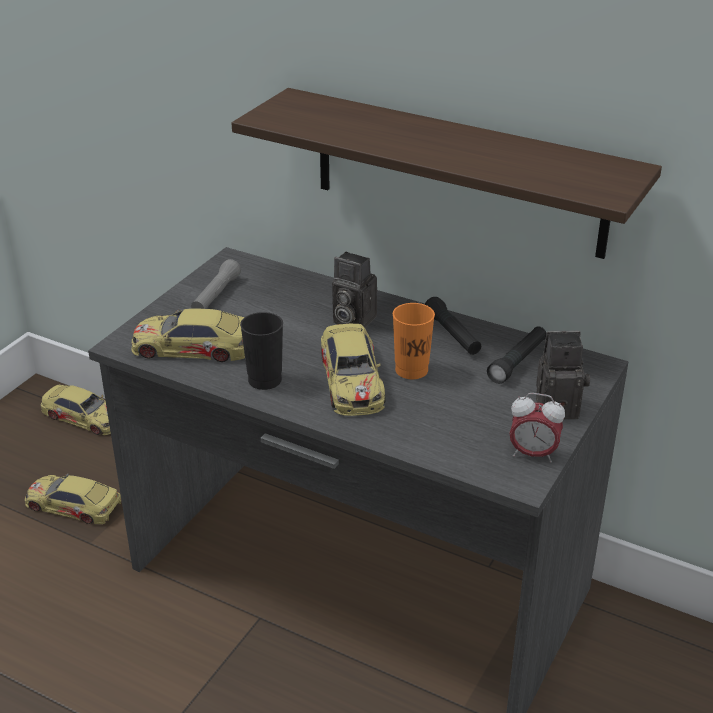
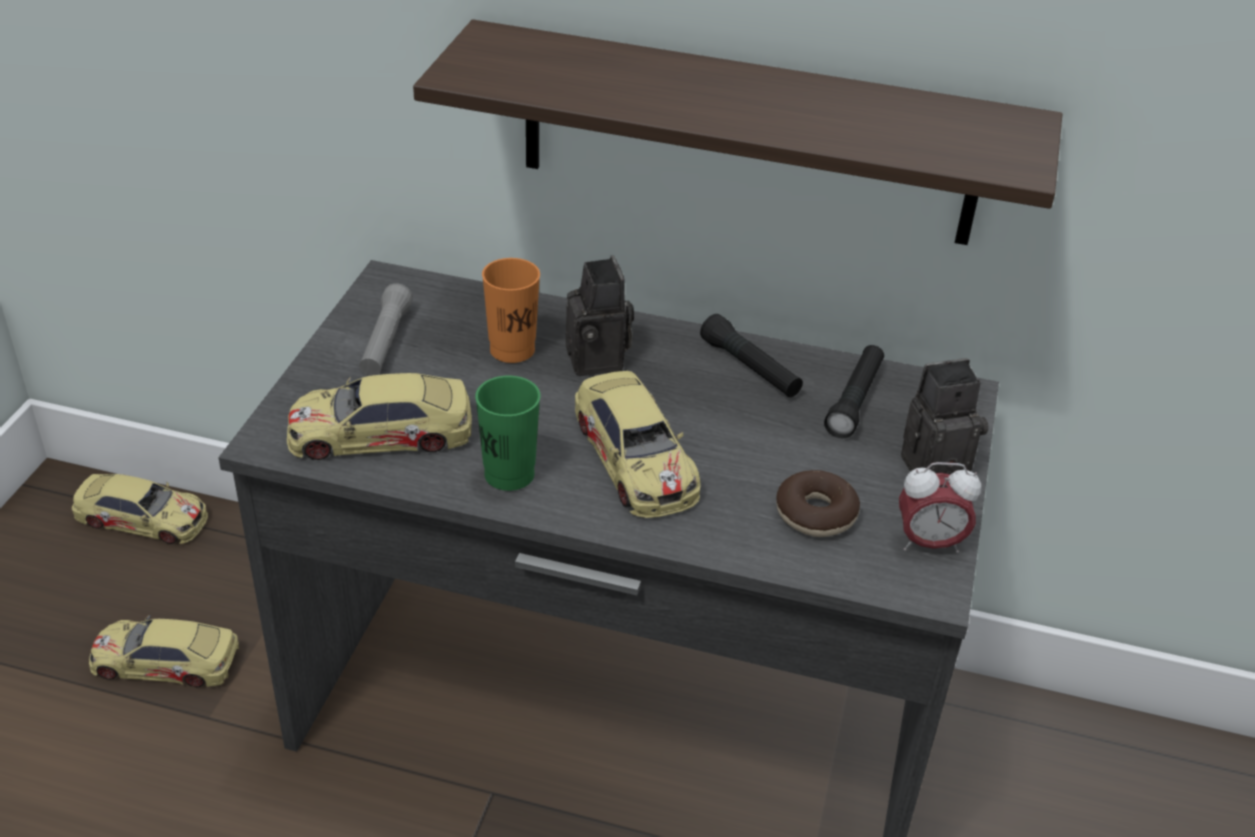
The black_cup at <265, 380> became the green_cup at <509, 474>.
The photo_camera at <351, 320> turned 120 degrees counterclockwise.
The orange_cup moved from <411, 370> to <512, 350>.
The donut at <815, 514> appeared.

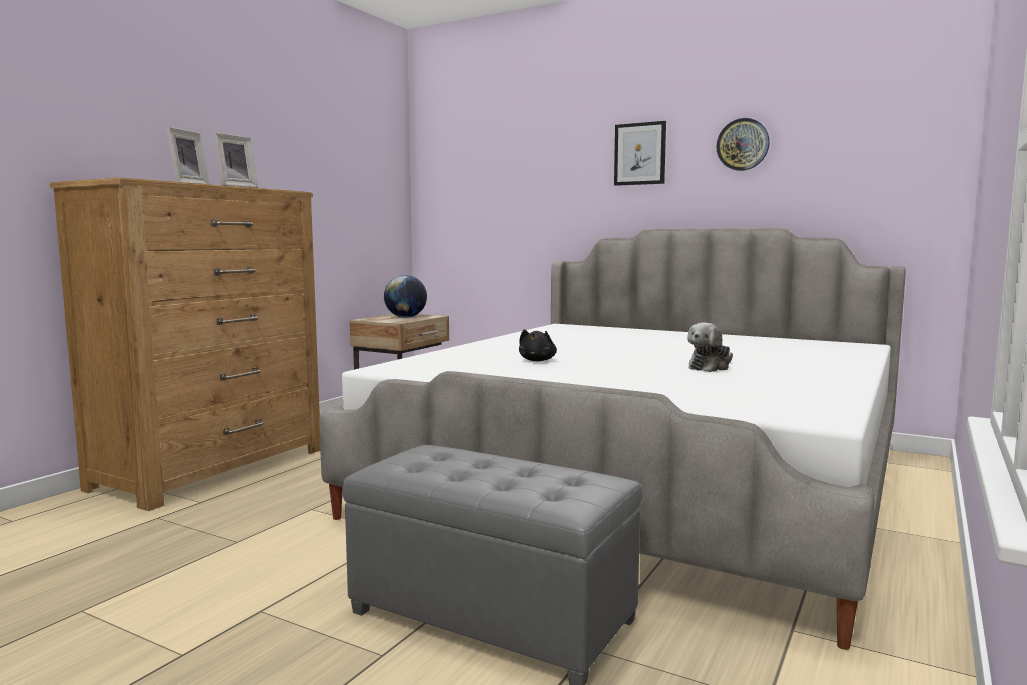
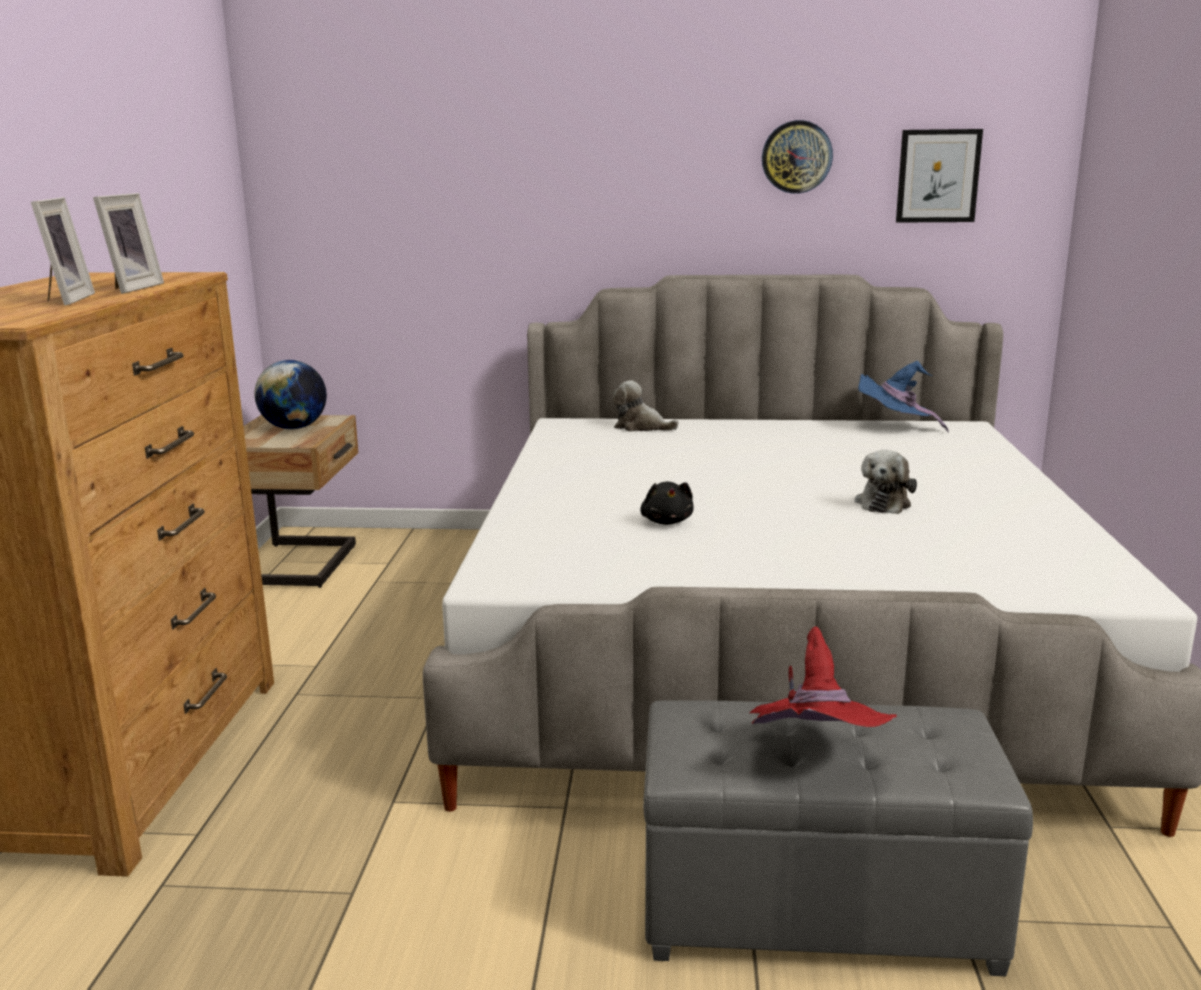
The picture moved from <640, 154> to <938, 176>.
The plush_toy at <641, 427> appeared.
The red_hat at <814, 758> appeared.
The blue_hat at <895, 428> appeared.

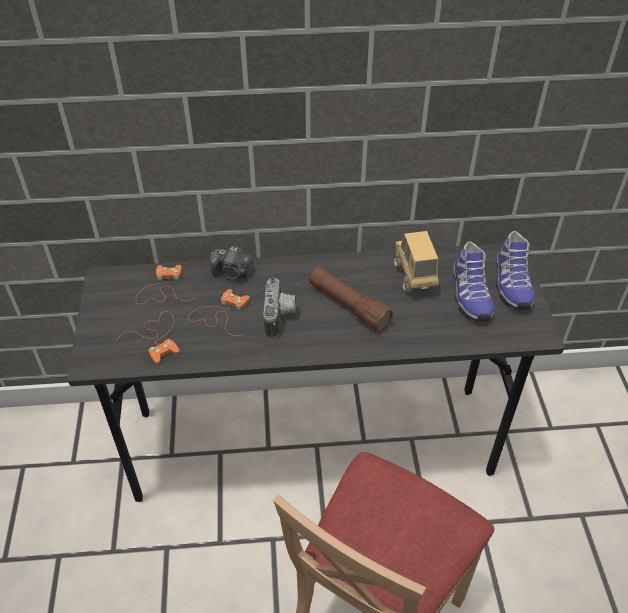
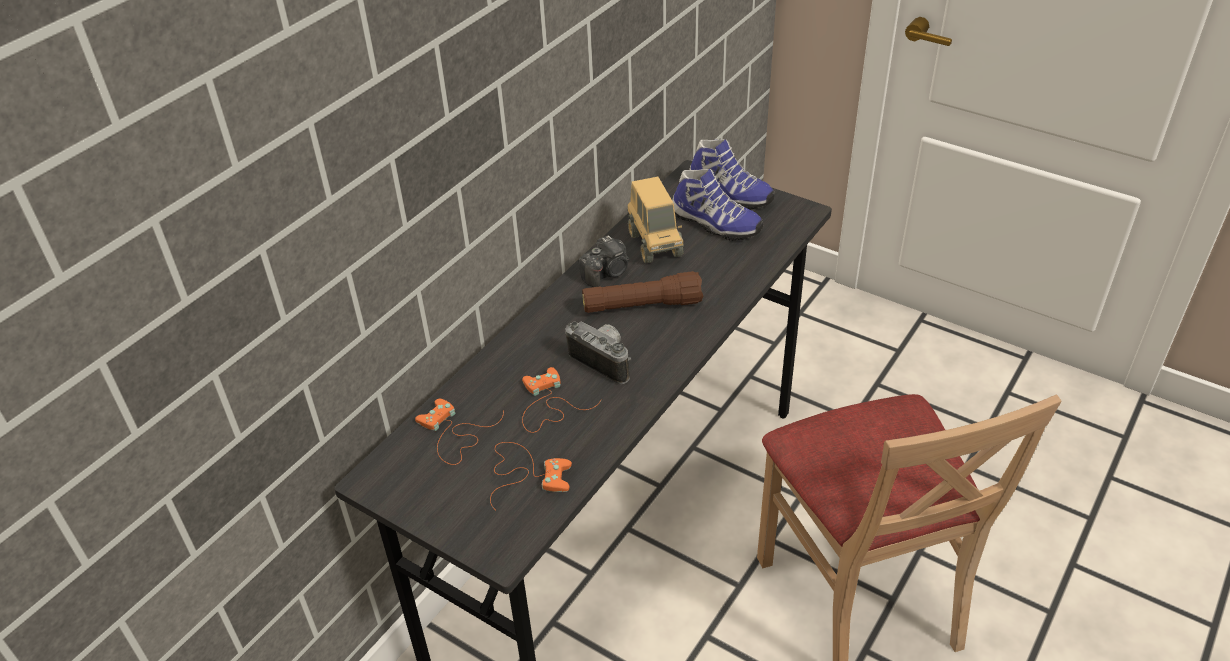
The photo_camera moved from <232, 273> to <607, 273>.
The toy_truck at <414, 277> turned 135 degrees counterclockwise.

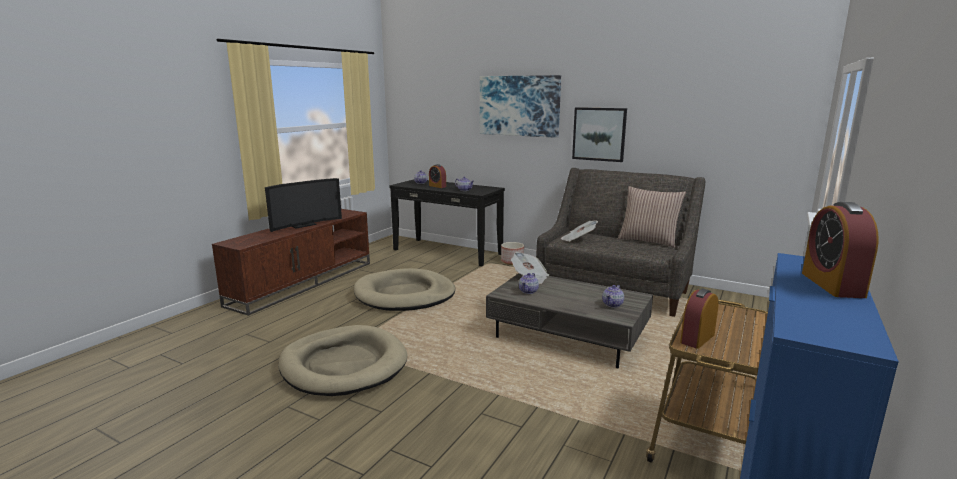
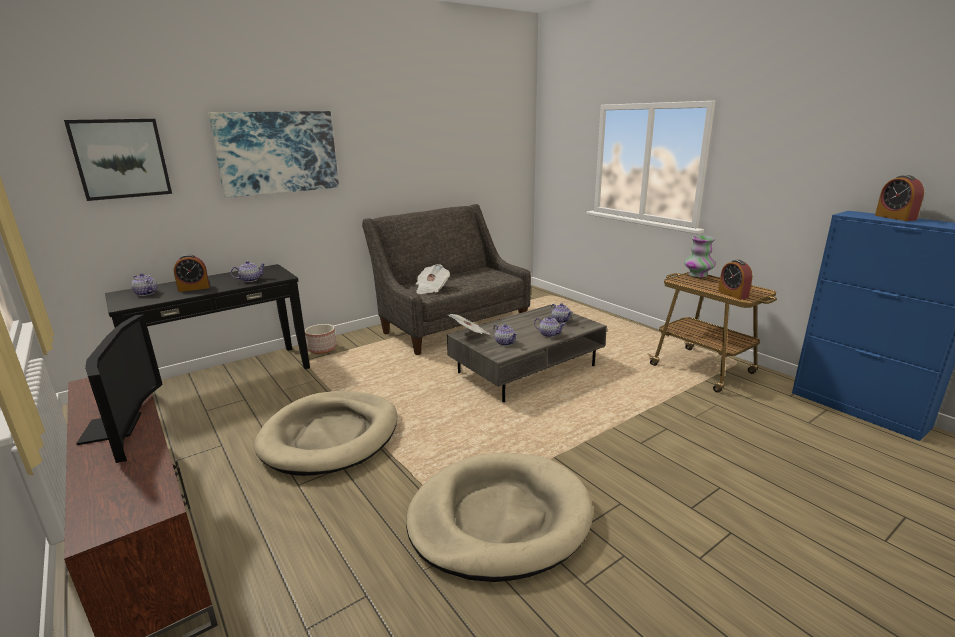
The picture moved from <599, 134> to <121, 158>.
The pillow at <648, 241> disappeared.
The alarm_clock at <832, 284> turned 45 degrees clockwise.
The teapot at <549, 334> appeared.
The vase at <698, 275> appeared.

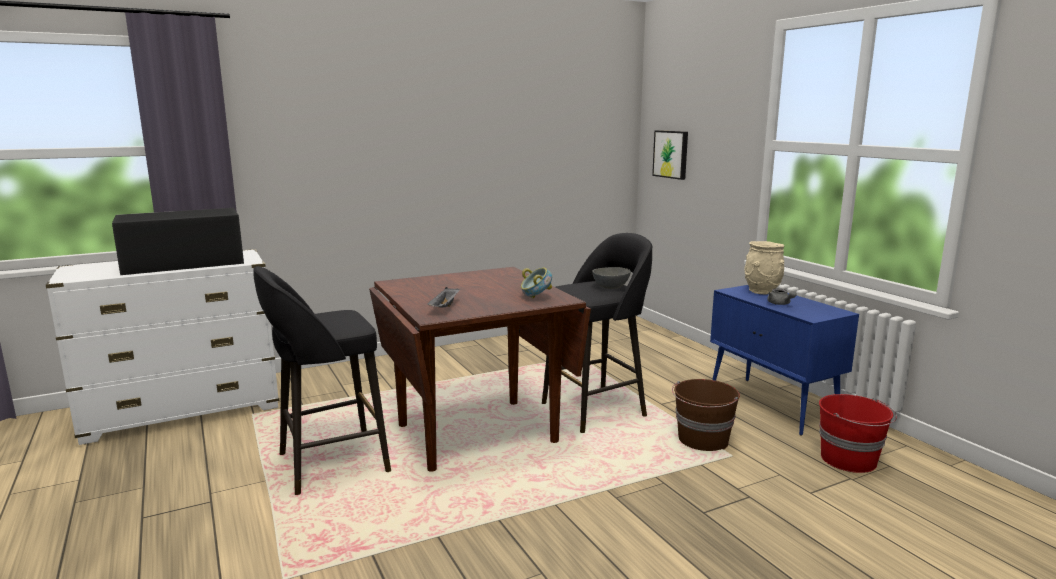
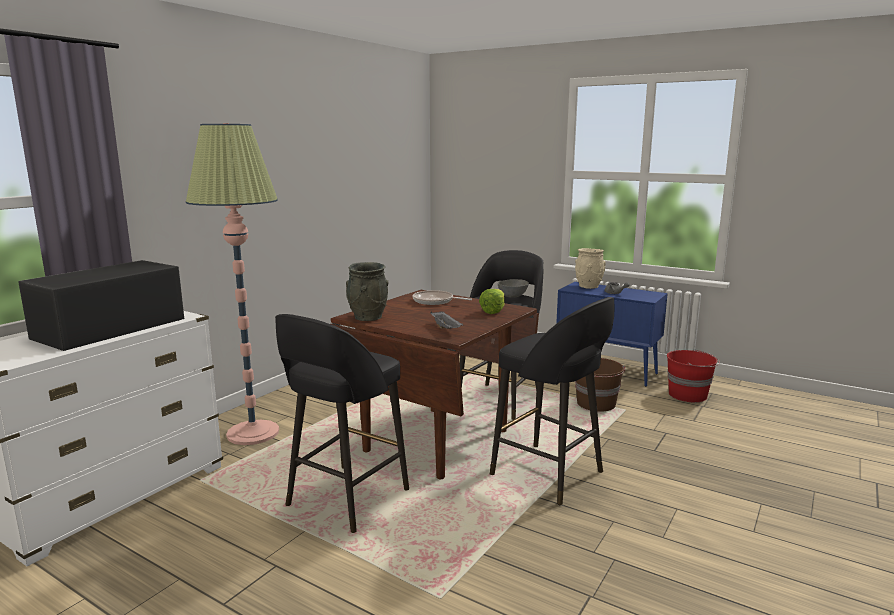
The bowl at <536, 297> was replaced by the lettuce at <495, 310>.
The picture at <671, 154> disappeared.
The floor_lamp at <253, 433> appeared.
The grey_vase at <367, 317> appeared.
The frying_pan at <435, 301> appeared.
The black_stool at <549, 475> appeared.

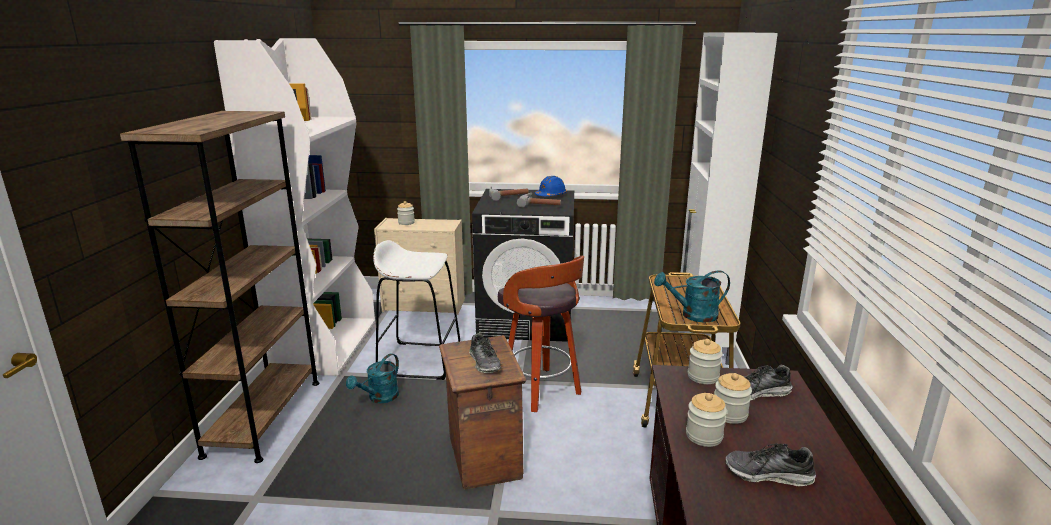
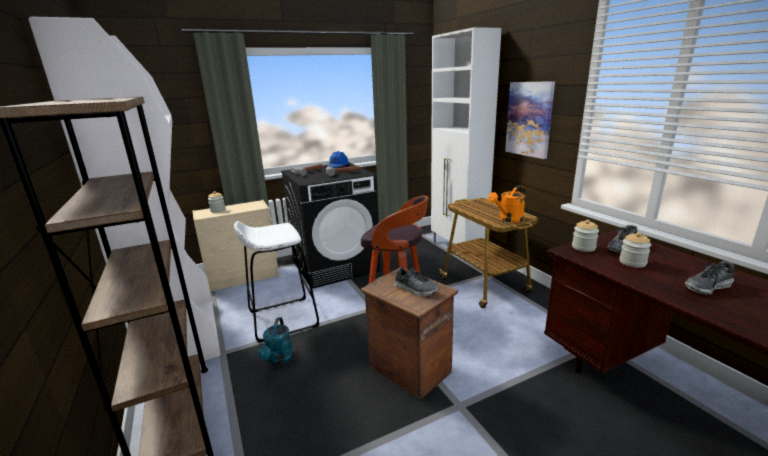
The turquoise_watering_can at <693, 315> became the orange_watering_can at <508, 219>.
The jar at <704, 436> disappeared.
The picture at <529, 119> appeared.

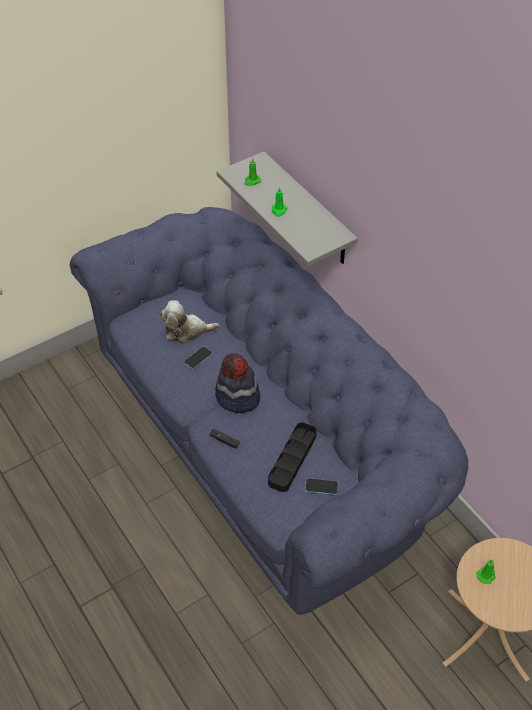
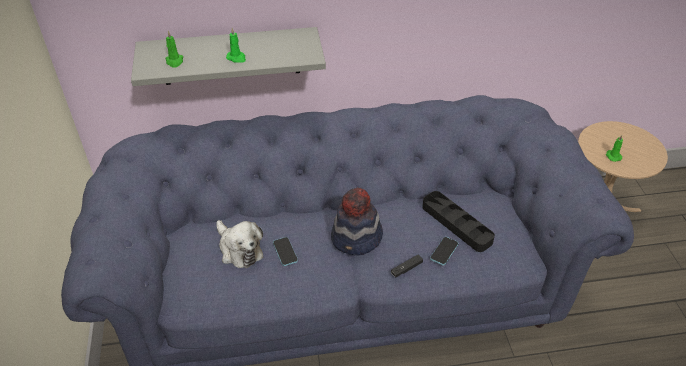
The plush_toy at <186, 331> turned 60 degrees counterclockwise.
The phone moved from <321, 487> to <444, 251>.

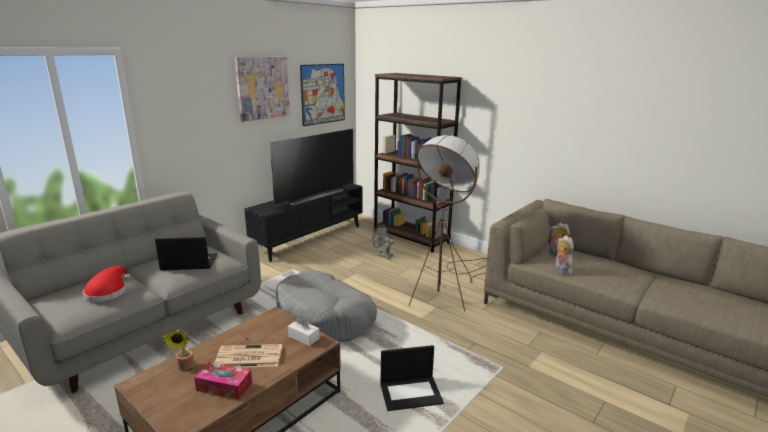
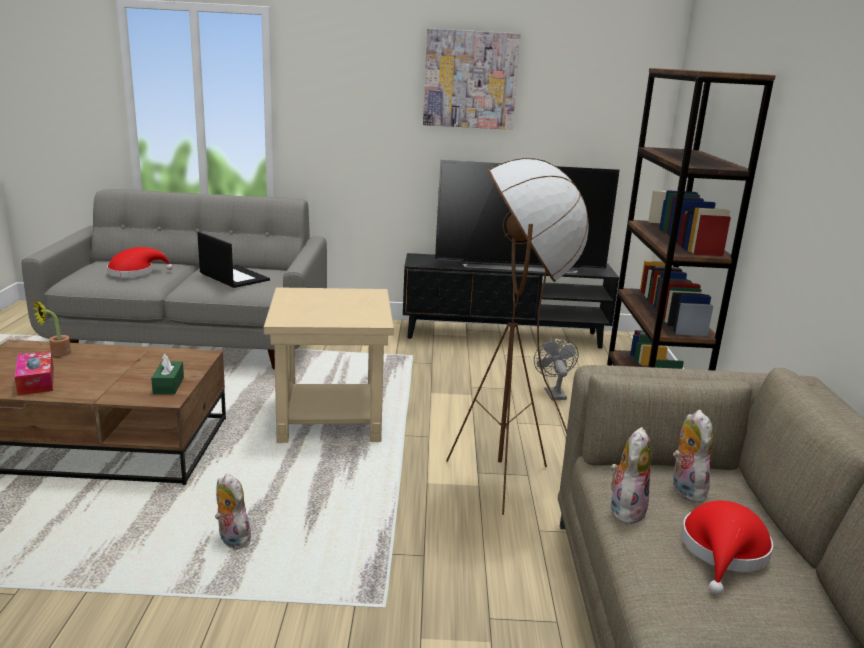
The newspaper at <248, 357> disappeared.
The grey_dog_bed at <324, 318> was replaced by the beige_side_table at <329, 417>.
The white_tissue_box at <303, 337> became the green_tissue_box at <168, 385>.
The picture at <323, 94> disappeared.
The laptop at <411, 393> was replaced by the plush_toy at <231, 539>.
The red_hat at <723, 552> appeared.

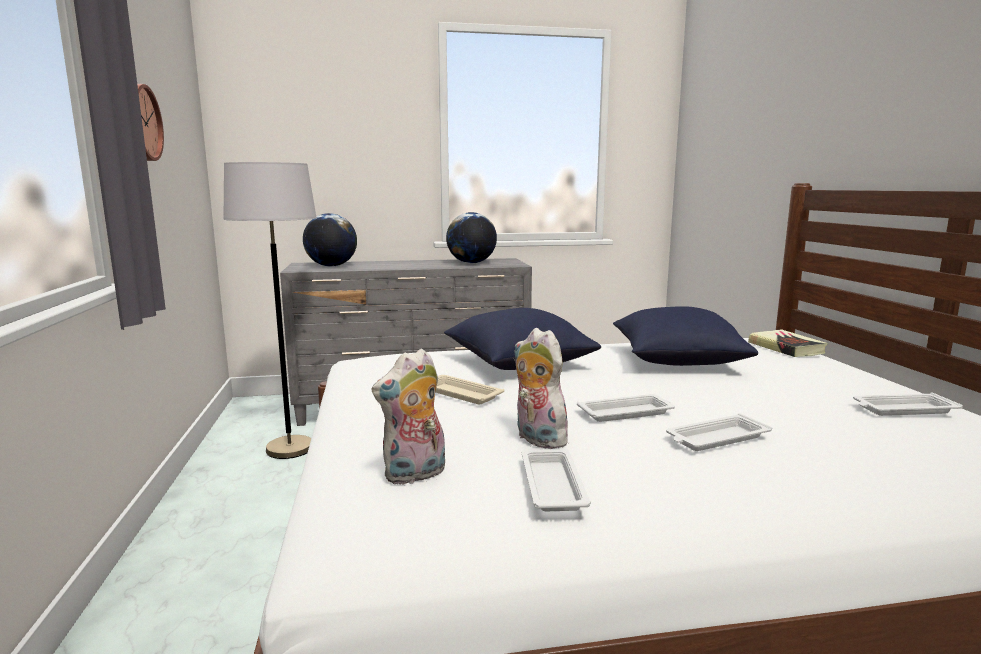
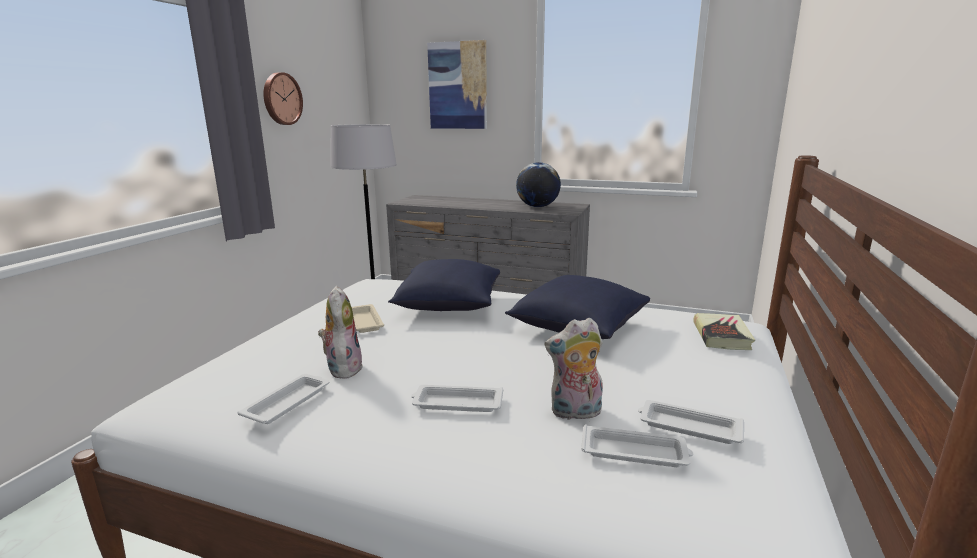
The globe at <331, 266> disappeared.
The plush_toy moved from <415, 475> to <575, 413>.
The white_tray moved from <627, 413> to <635, 452>.
The picture at <458, 86> appeared.

